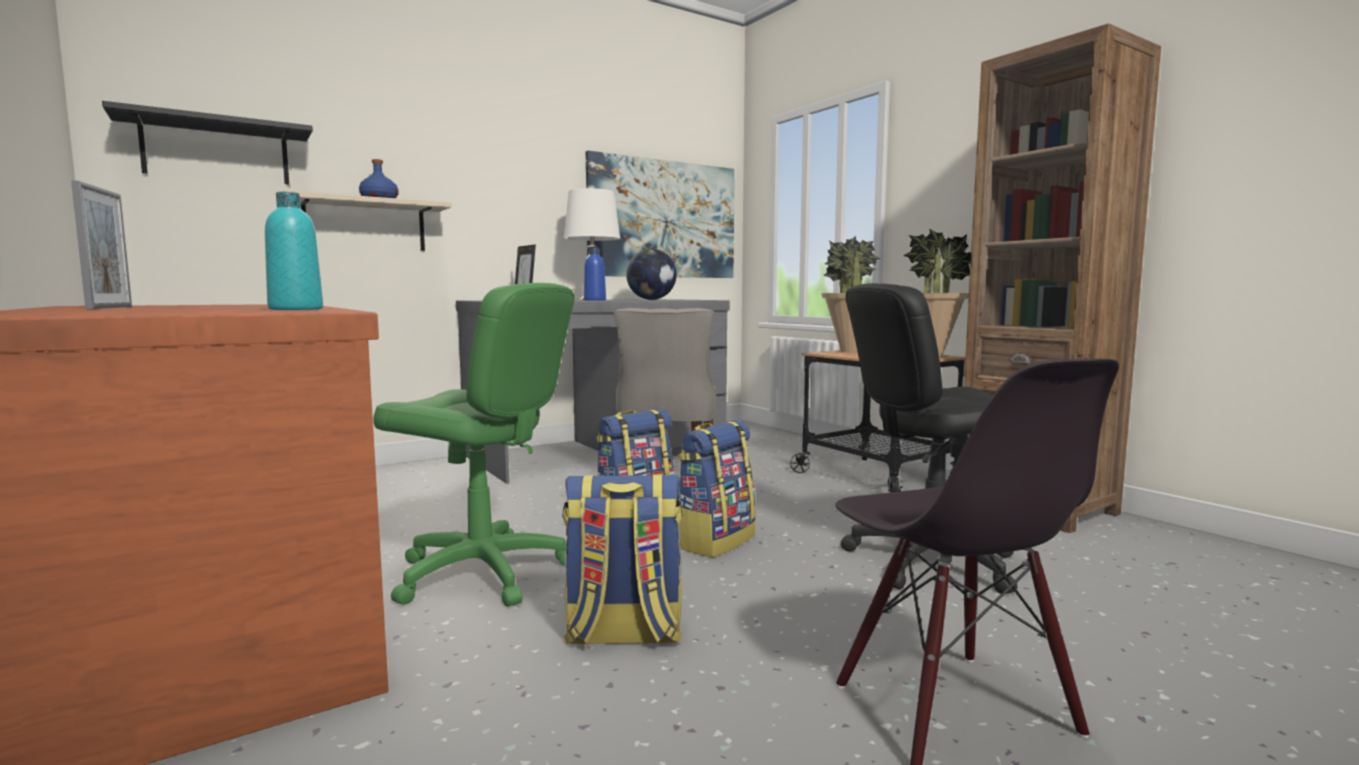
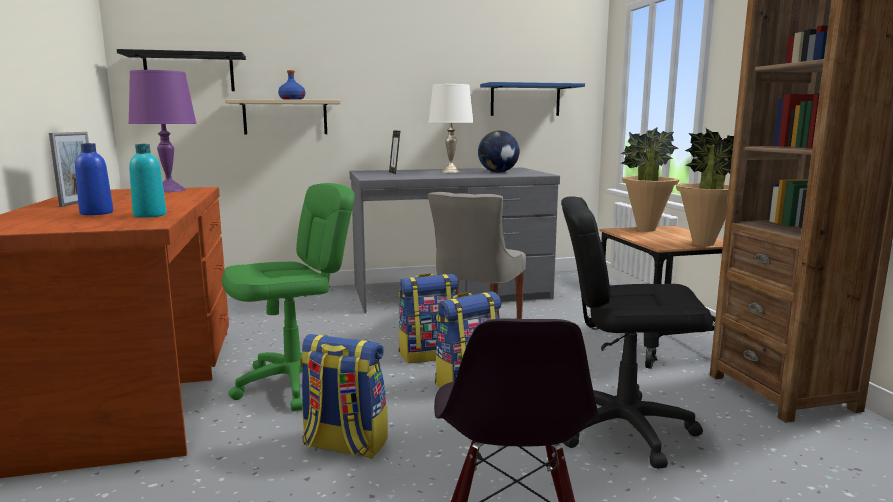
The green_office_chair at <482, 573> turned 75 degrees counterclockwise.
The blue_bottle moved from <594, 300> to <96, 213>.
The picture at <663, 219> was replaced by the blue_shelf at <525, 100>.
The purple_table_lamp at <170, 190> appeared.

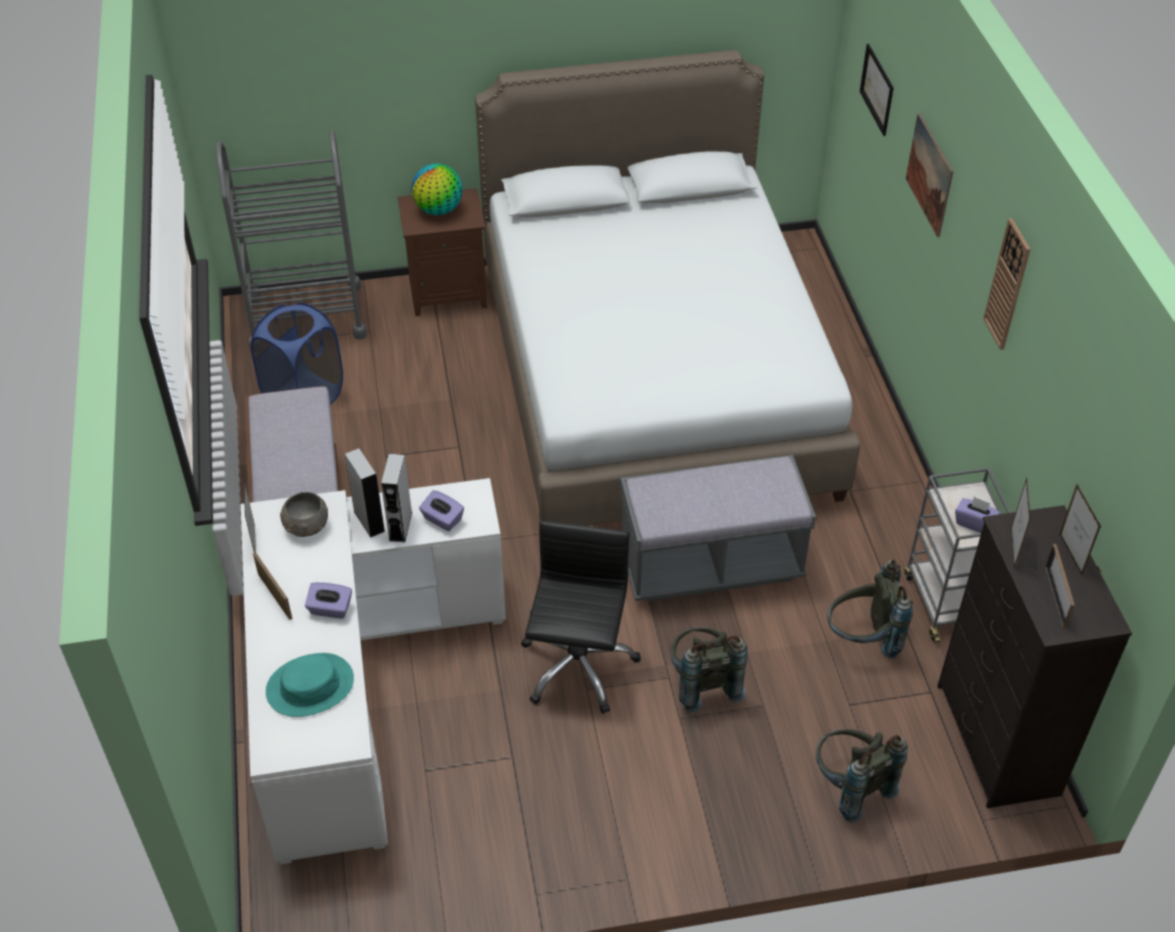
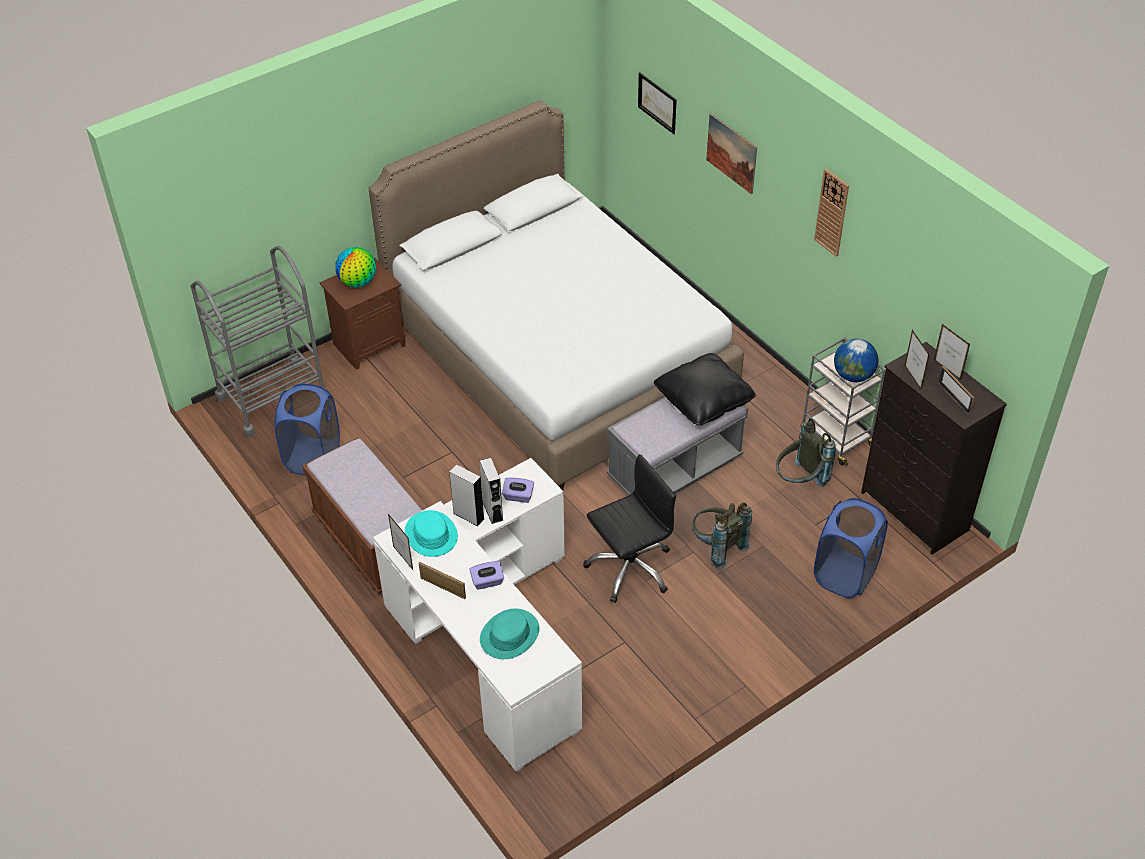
The grey_bowl at <306, 526> was replaced by the turquoise_hat at <431, 534>.
The black_office_chair at <577, 666> turned 75 degrees clockwise.
The grey_backpack at <849, 787> was replaced by the blue_laundry_basket at <845, 575>.
The purple_tissue_box at <974, 523> was replaced by the globe at <853, 376>.
The black_pillow at <704, 400> appeared.

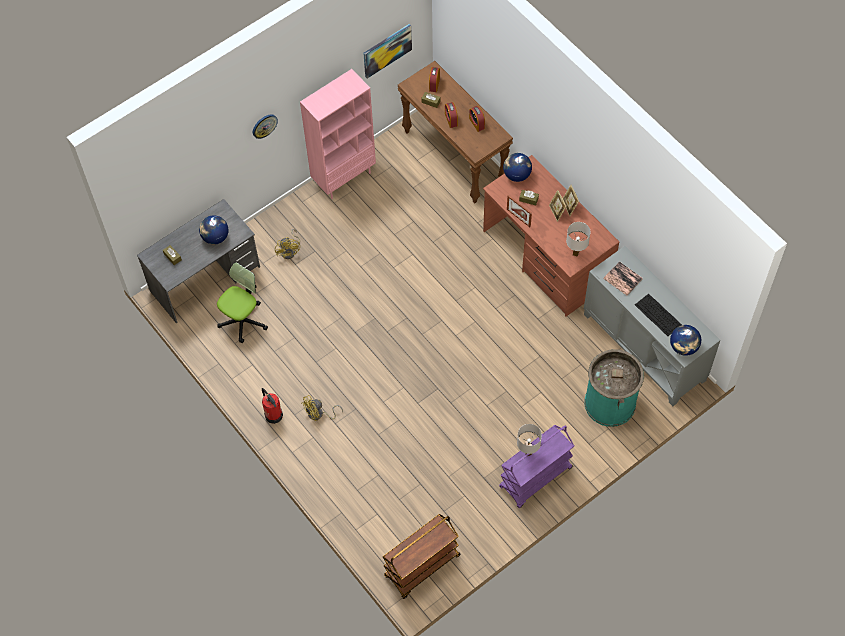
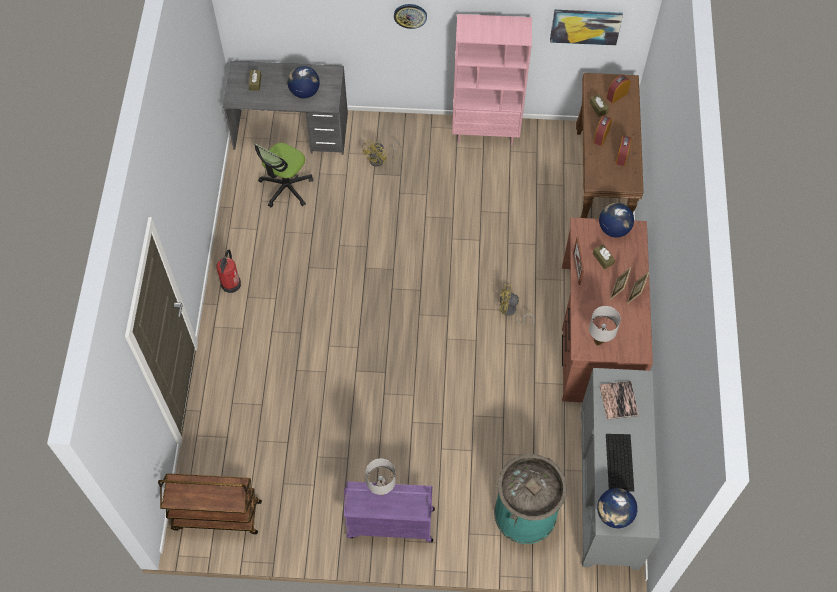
The office_chair at <243, 320> turned 135 degrees clockwise.
The yellow_fan moved from <319, 414> to <510, 312>.

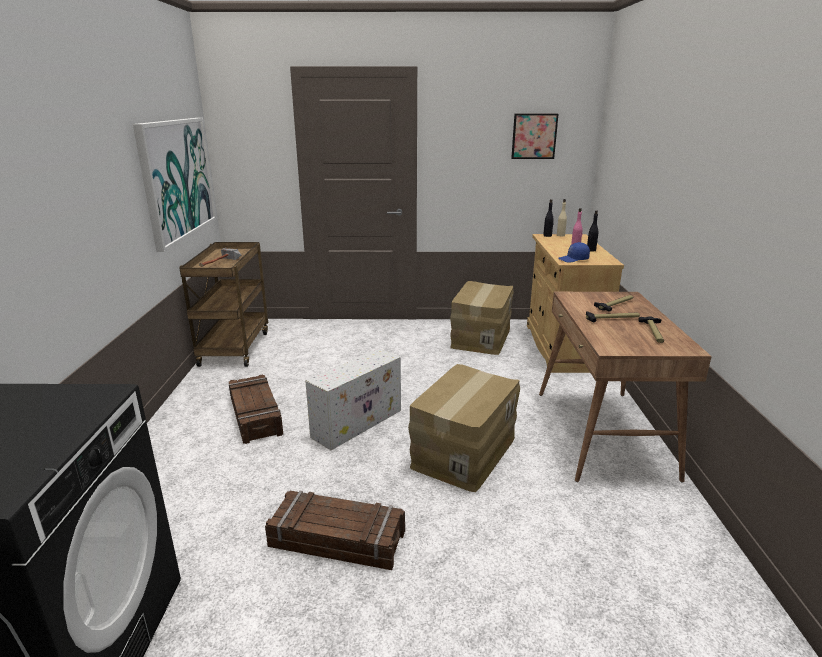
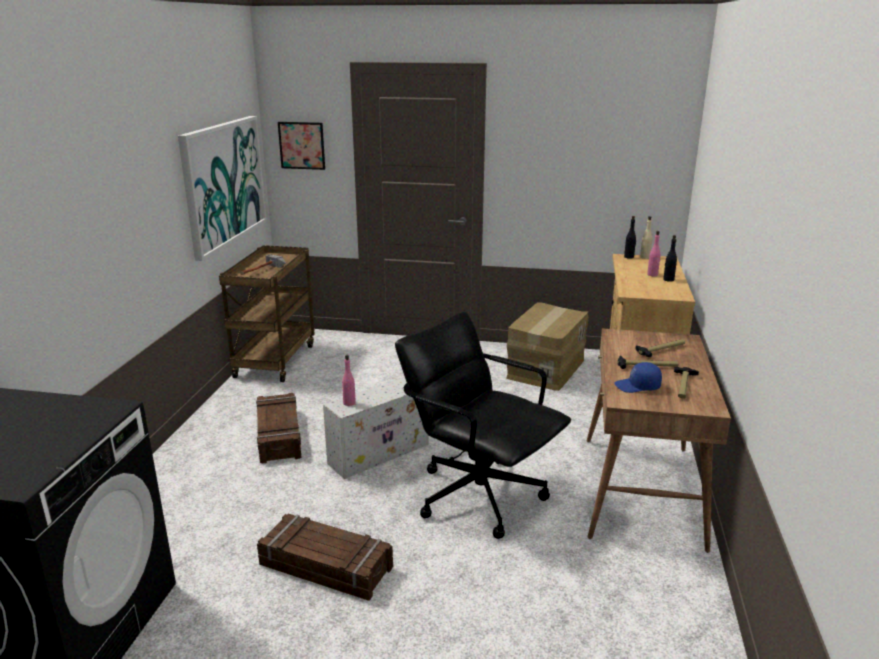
The cardboard_box at <463, 452> was replaced by the black_office_chair at <479, 495>.
The picture moved from <534, 136> to <302, 145>.
The blue_cap moved from <573, 259> to <637, 386>.
The pink_bottle at <349, 403> appeared.

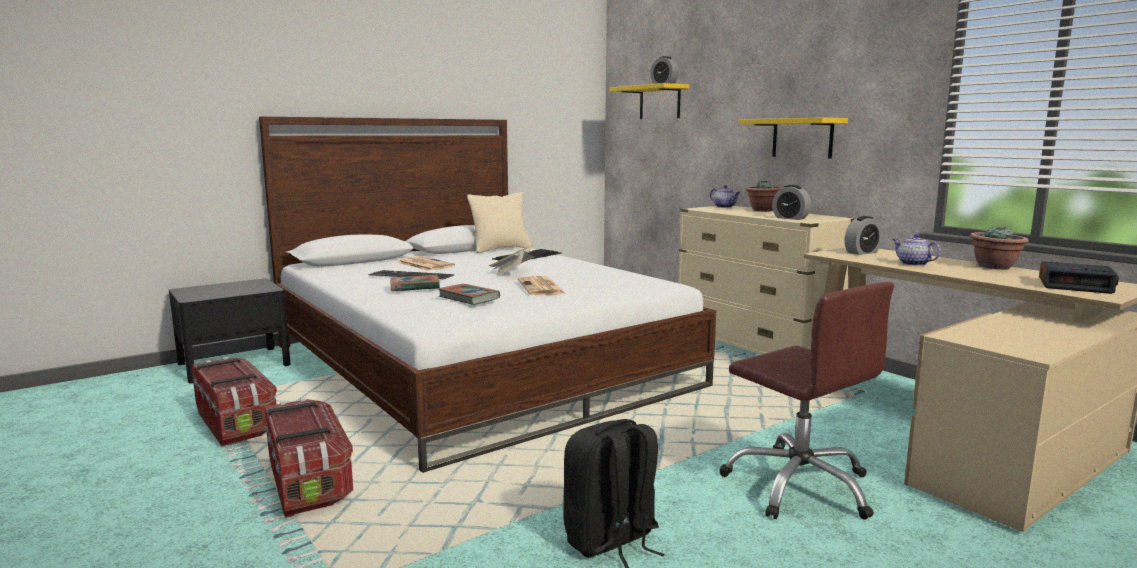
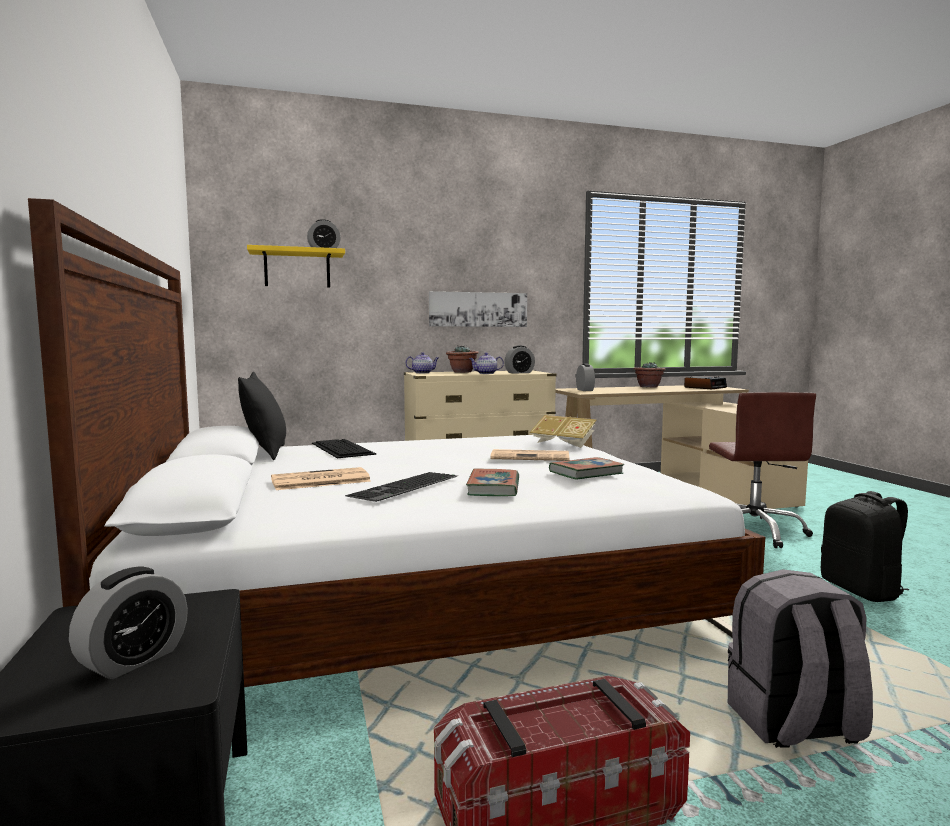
The storage_box at <308, 481> was replaced by the grey_backpack at <793, 725>.
The beige_pillow at <501, 249> became the black_pillow at <266, 452>.
The book moved from <513, 271> to <563, 444>.
The brown_office_chair at <799, 485> turned 105 degrees clockwise.
The yellow_shelf at <802, 138> was replaced by the picture at <478, 309>.
The teapot moved from <912, 264> to <486, 373>.
The alarm_clock at <134, 660> appeared.

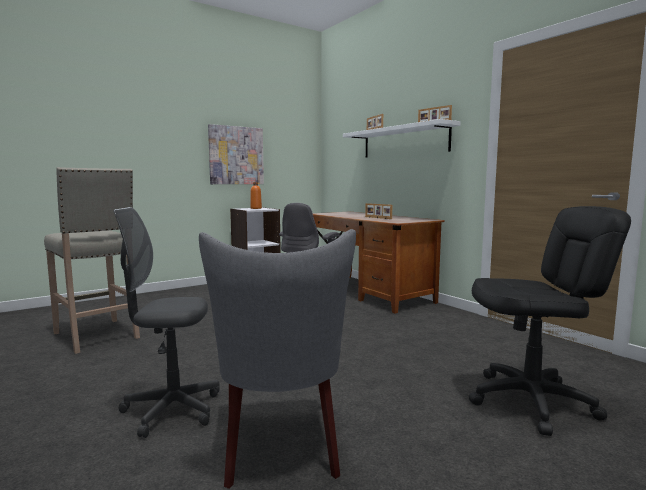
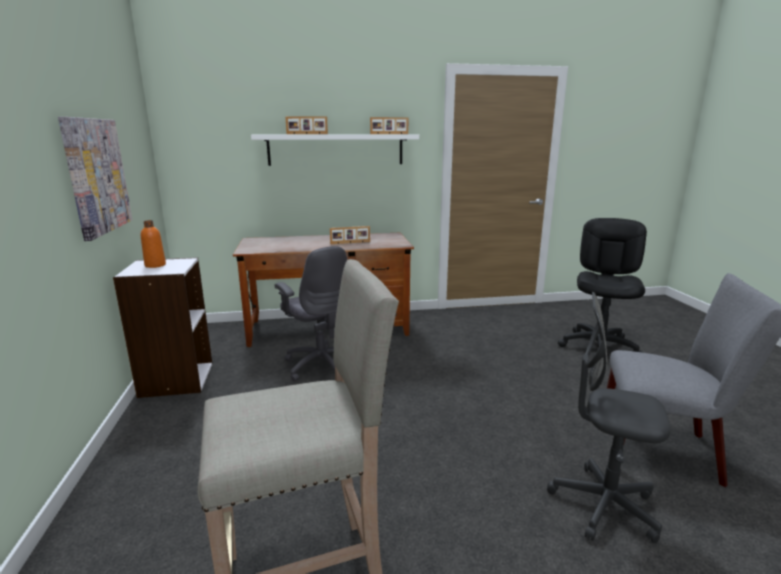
The grey_office_chair at <172, 410> turned 90 degrees clockwise.

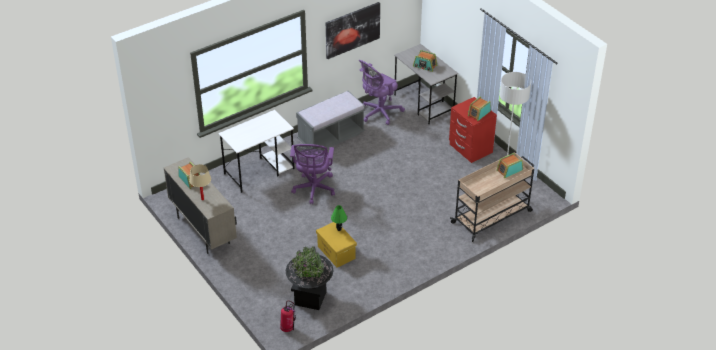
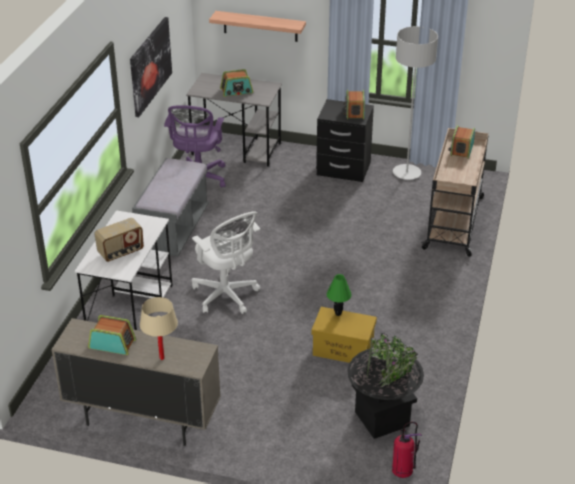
The purple_office_chair at <314, 190> became the white_office_chair at <226, 296>.
The red_nightstand at <470, 149> became the black_nightstand at <343, 169>.
The radio at <121, 252> appeared.
The shelf at <260, 26> appeared.

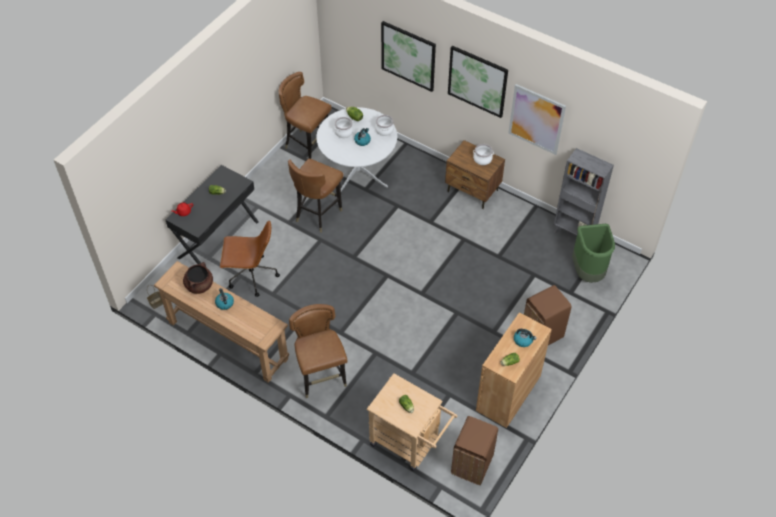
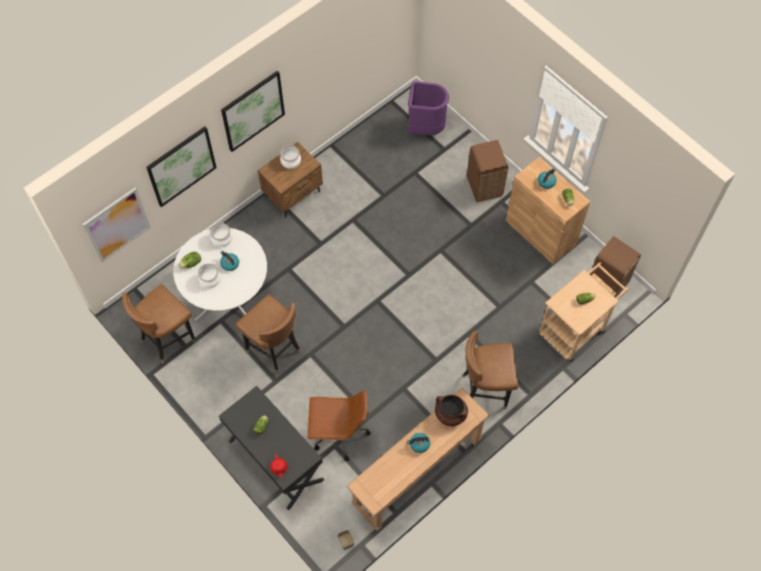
The brown_cooking_pot moved from <199, 285> to <450, 414>.
The brown_office_chair at <251, 276> turned 75 degrees clockwise.
The picture moved from <536, 119> to <117, 225>.
The grey_bookcase at <573, 233> disappeared.
The green_trash_can at <588, 272> became the purple_trash_can at <425, 128>.

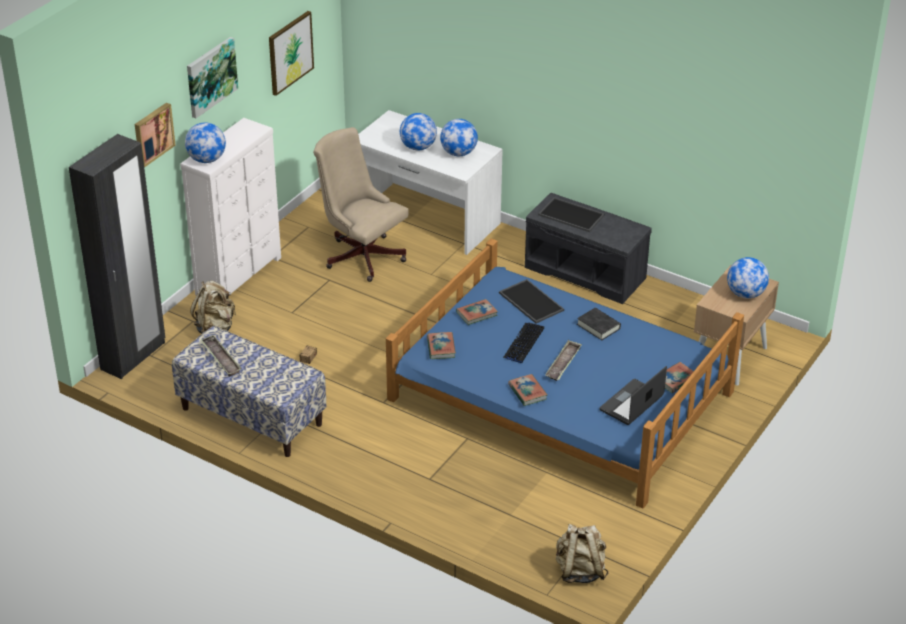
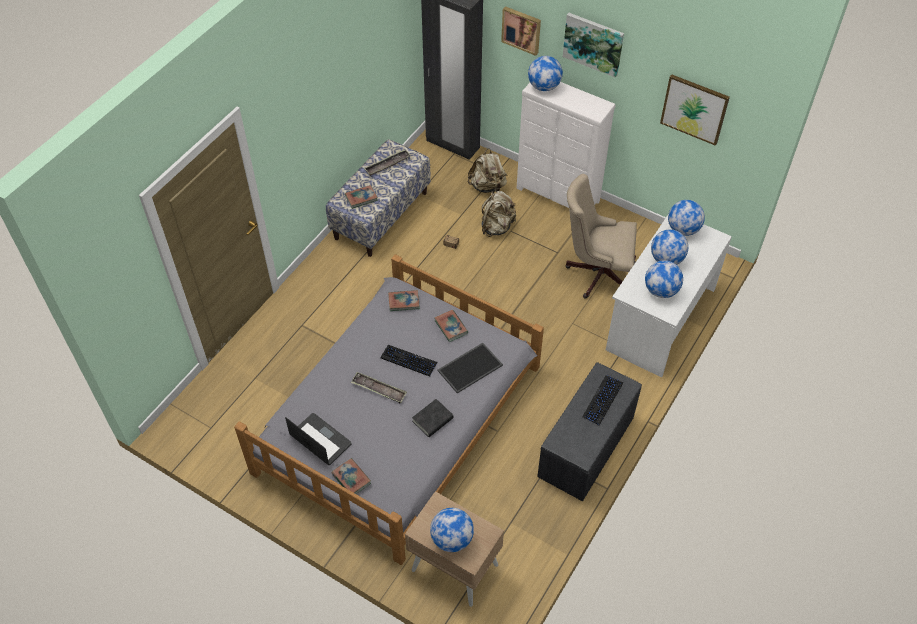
The beige_office_chair at <361, 255> turned 120 degrees counterclockwise.
The blue_bed at <559, 396> became the grey_bed at <399, 417>.
The book moved from <527, 392> to <361, 198>.
The tray at <572, 215> was replaced by the keyboard at <602, 400>.
The beige_backpack moved from <580, 571> to <497, 227>.
The globe at <683, 229> appeared.

